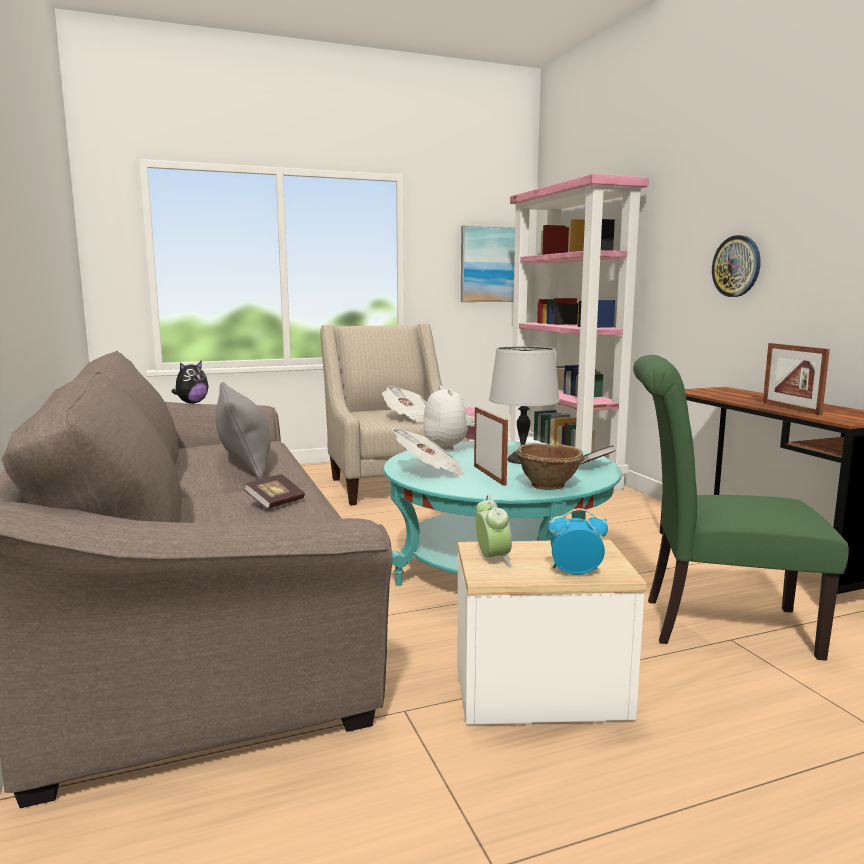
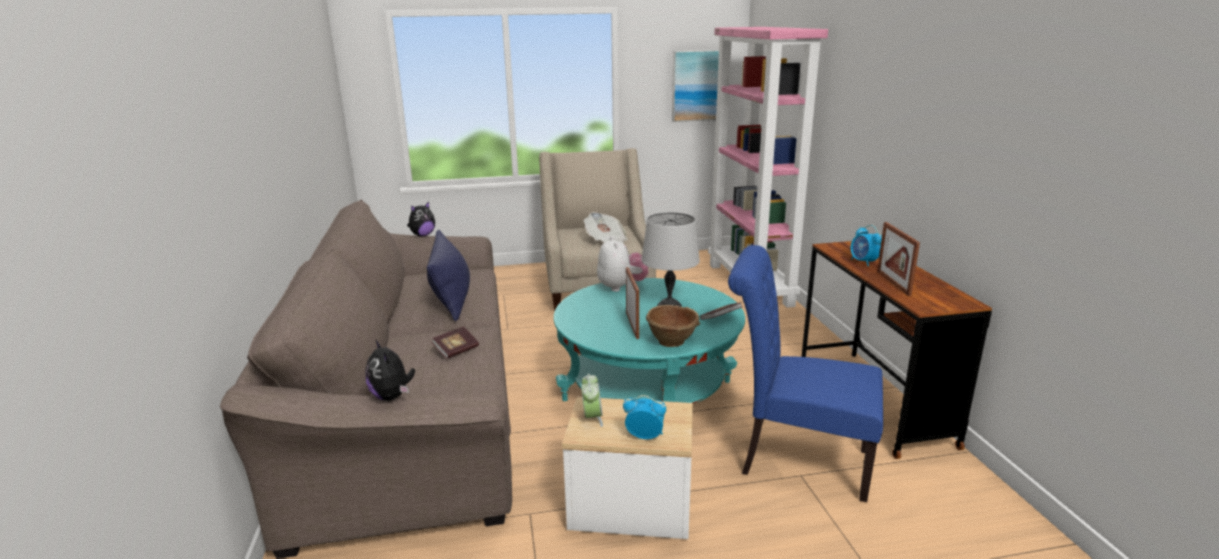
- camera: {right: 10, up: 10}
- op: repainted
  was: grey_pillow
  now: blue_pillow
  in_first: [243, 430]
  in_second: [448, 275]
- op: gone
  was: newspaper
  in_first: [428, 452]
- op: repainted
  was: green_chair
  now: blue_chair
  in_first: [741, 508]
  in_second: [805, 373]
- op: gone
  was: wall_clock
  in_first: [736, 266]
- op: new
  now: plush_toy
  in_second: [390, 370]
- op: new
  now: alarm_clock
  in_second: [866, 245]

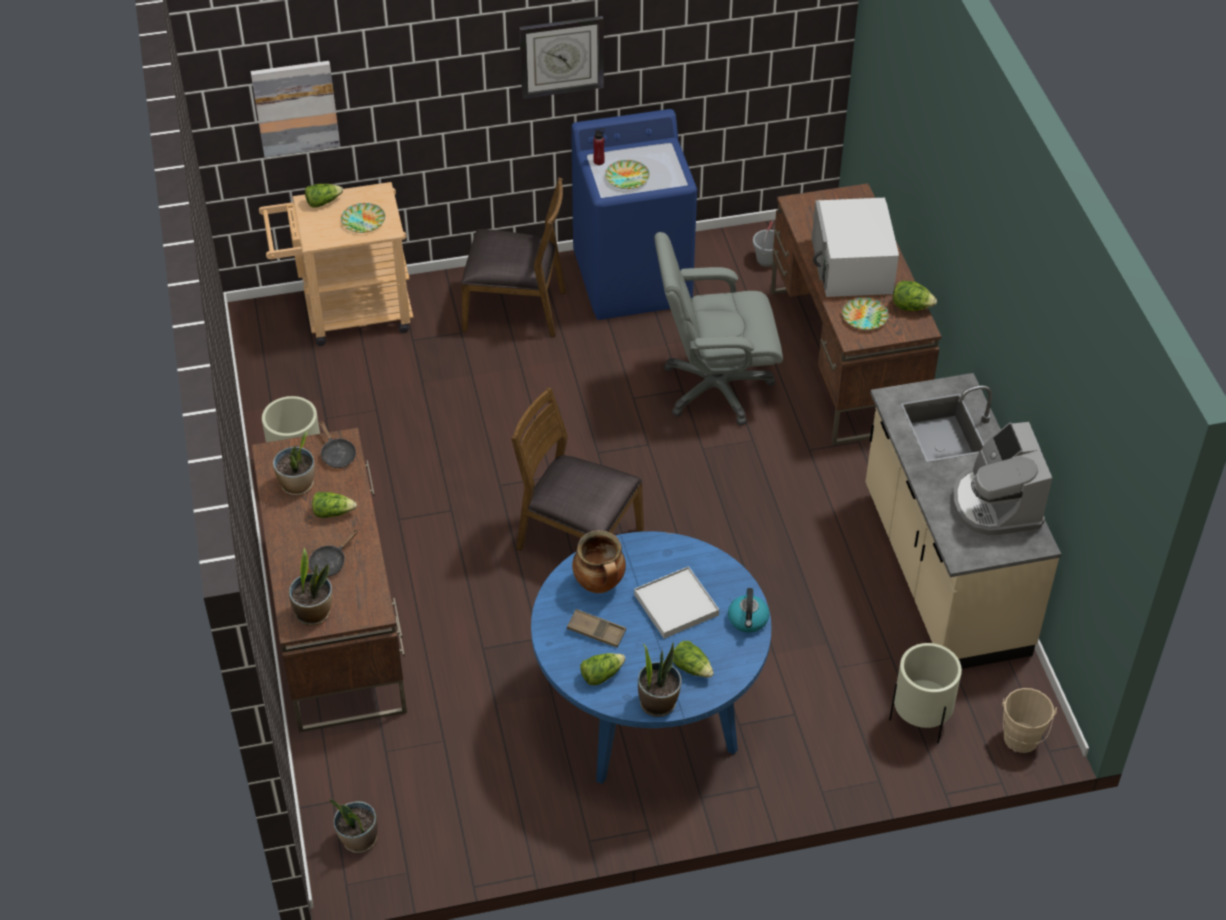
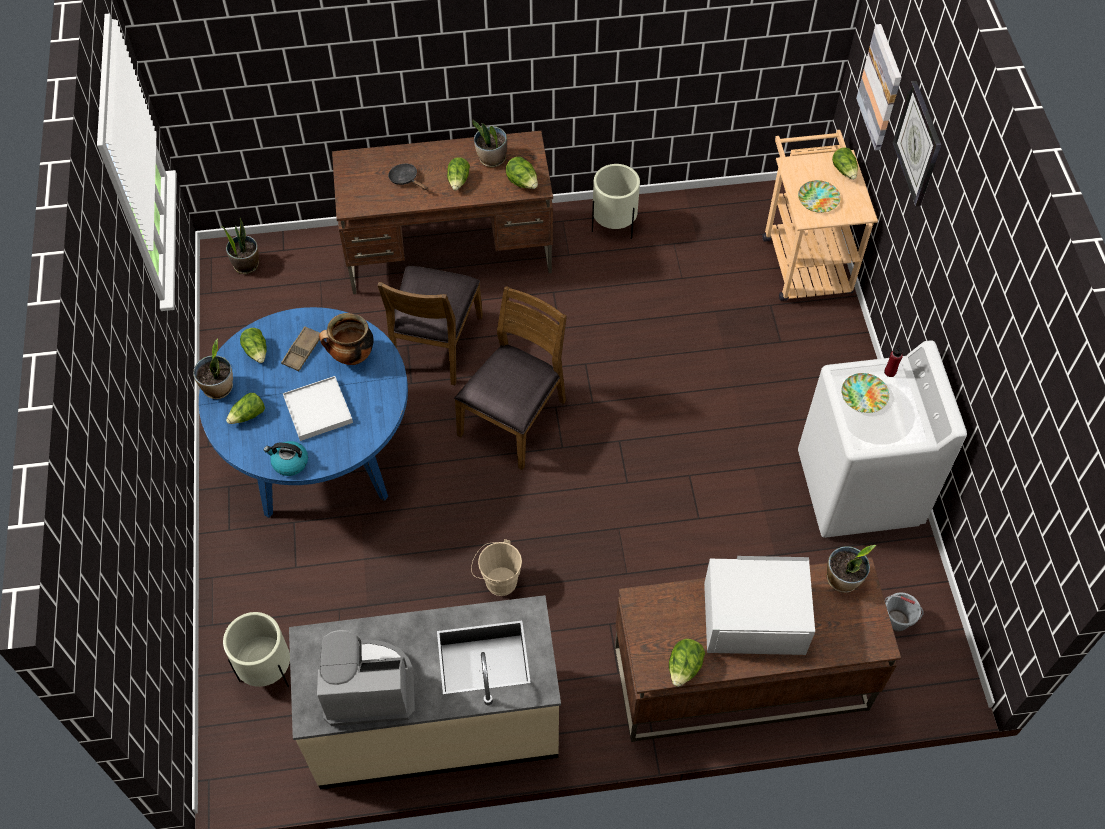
- camera: {right: 95, up: 10}
- op: shifted
  was: potted_plant
  in_first: [310, 587]
  in_second: [851, 569]
- op: swapped
  was: black_frying_pan
  now: lettuce
  in_first: [337, 444]
  in_second: [522, 173]
- op: shifted
  was: brown_chair
  in_first: [513, 257]
  in_second: [430, 325]
- op: shifted
  was: wall_clock
  in_first: [561, 57]
  in_second: [917, 143]
- op: repainted
  was: blue_washing_machine
  now: white_washing_machine
  in_first: [634, 214]
  in_second: [882, 439]
- op: gone
  was: grey_office_chair
  in_first: [718, 329]
- op: gone
  was: plate
  in_first: [865, 313]
- op: shifted
  was: beige_bucket
  in_first: [1029, 720]
  in_second: [496, 567]

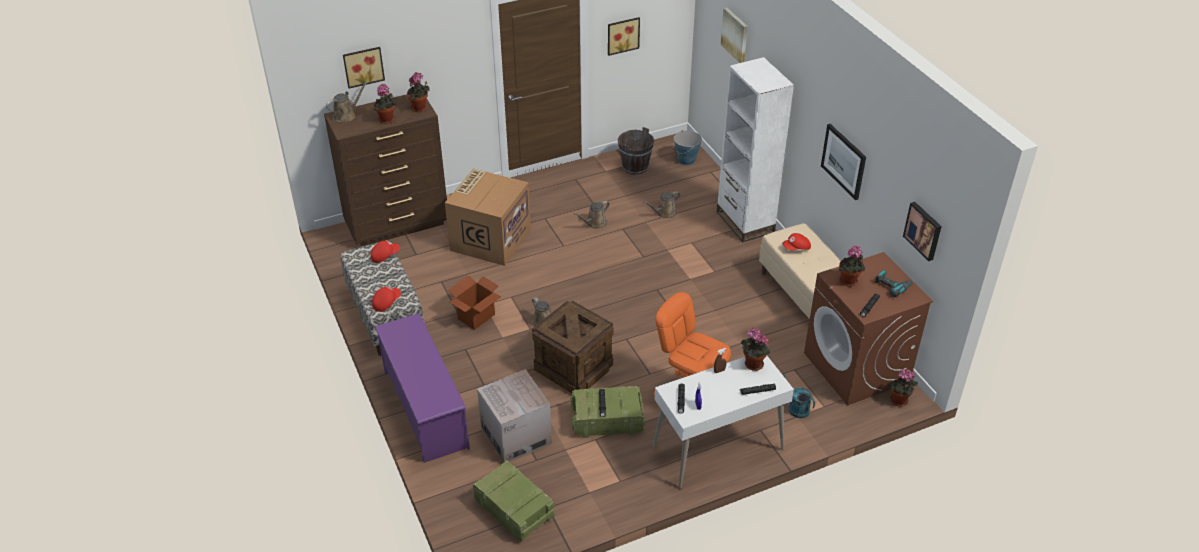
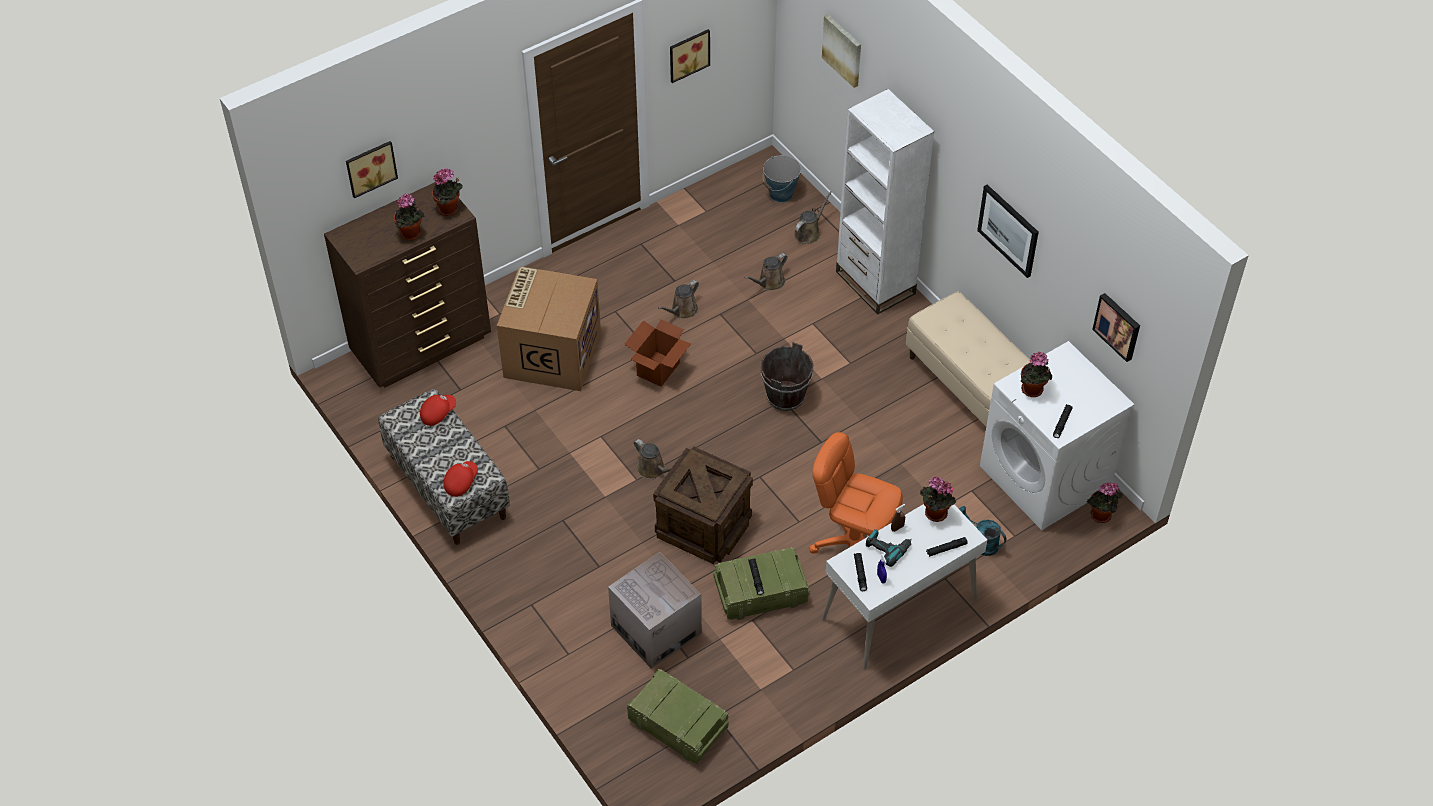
- camera: {right: -10, up: 10}
- op: shifted
  was: brown_watering_can
  in_first: [347, 102]
  in_second: [813, 217]
- op: gone
  was: purple_shoe_rack
  in_first: [422, 388]
- op: shifted
  was: cardboard_box
  in_first: [474, 302]
  in_second: [657, 353]
- op: shifted
  was: brown_bucket
  in_first: [636, 151]
  in_second: [787, 376]
- op: gone
  was: red_cap
  in_first: [796, 242]
- op: repainted
  was: brown_washing_machine
  now: white_washing_machine
  in_first: [868, 328]
  in_second: [1057, 435]
- op: shifted
  was: power_drill
  in_first: [894, 283]
  in_second: [889, 548]

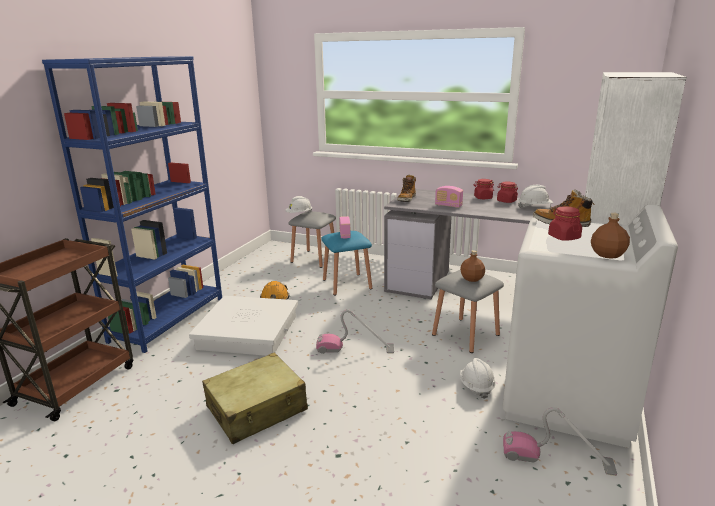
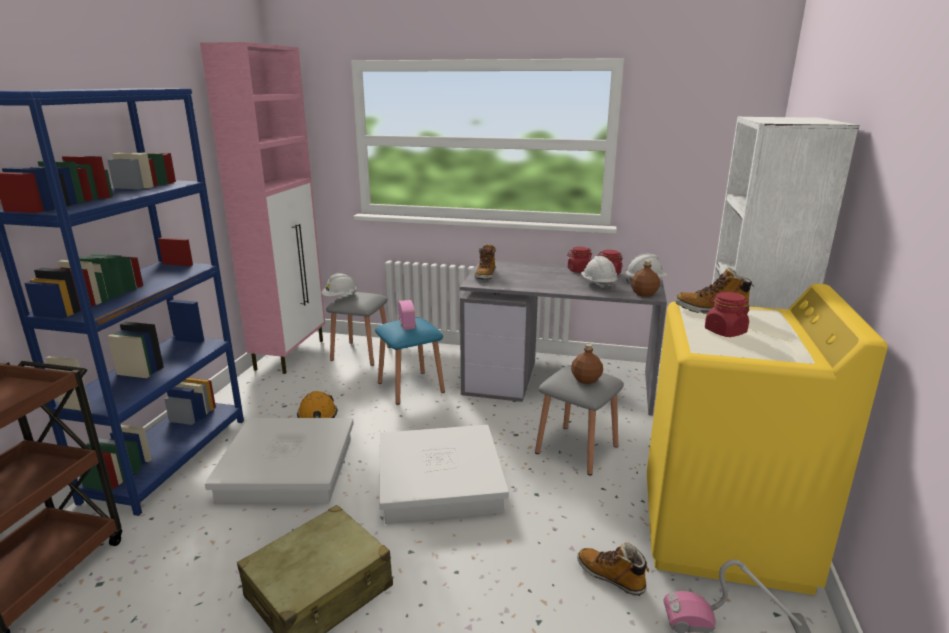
- camera: {right: -10, up: 0}
- op: swapped
  was: vacuum_cleaner
  now: white_storage_box
  in_first: [355, 331]
  in_second: [444, 474]
- op: gone
  was: radio
  in_first: [449, 197]
- op: shifted
  was: white_hard_hat
  in_first: [478, 378]
  in_second: [599, 273]
- op: repainted
  was: white_washing_machine
  now: yellow_washing_machine
  in_first: [590, 326]
  in_second: [767, 439]
- op: shifted
  was: brown_bottle
  in_first: [610, 236]
  in_second: [645, 278]
- op: new
  now: pink_cabinet
  in_second: [262, 208]
- op: new
  now: boot
  in_second: [613, 569]

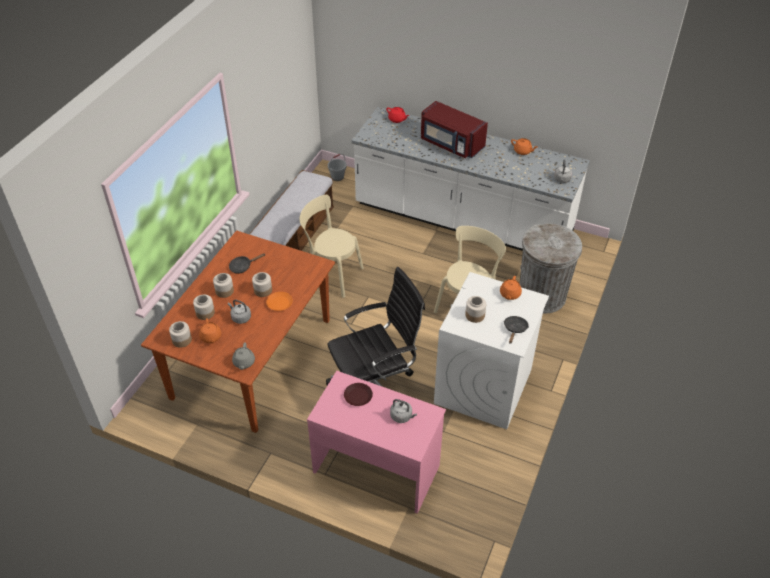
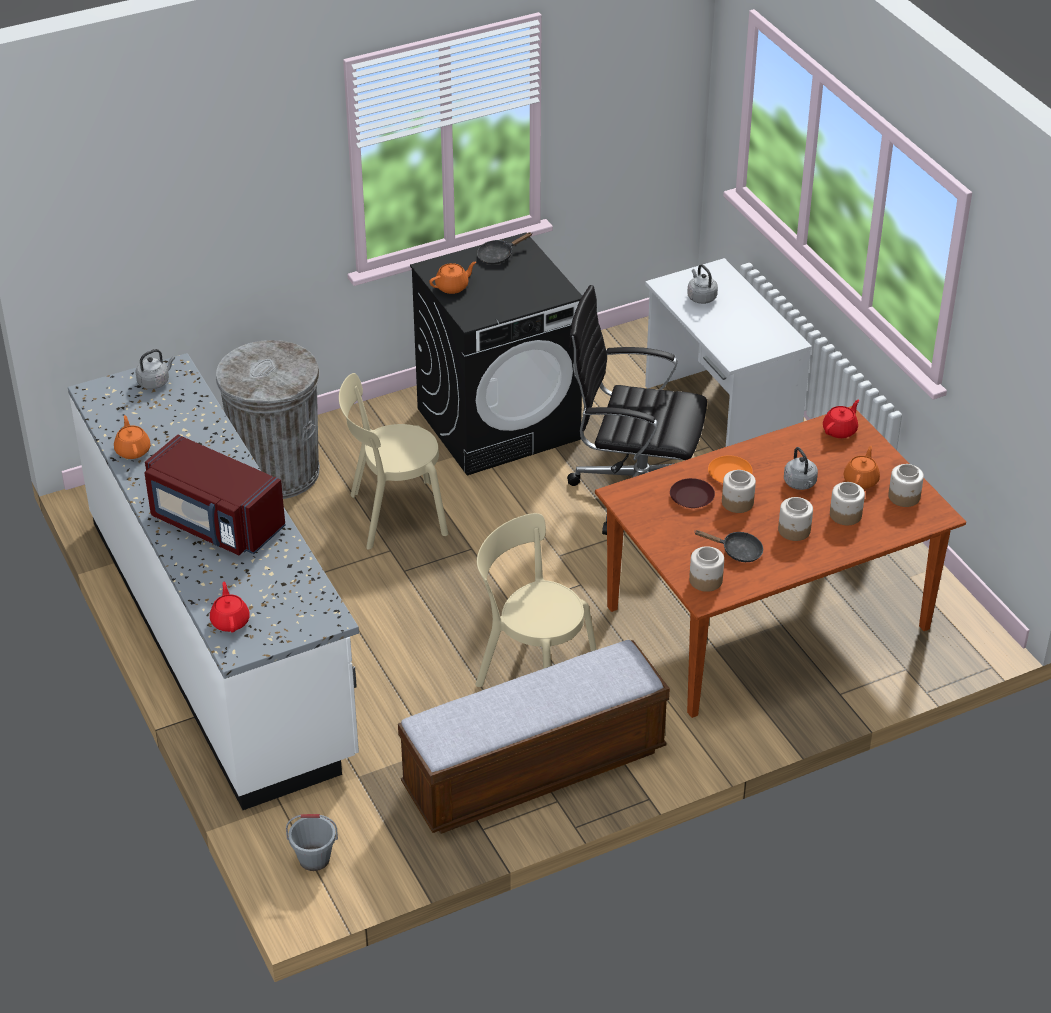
- camera: {right: -140, up: -5}
- op: repainted
  was: grey_teapot
  now: red_teapot
  in_first: [243, 356]
  in_second: [841, 419]
- op: rotated
  was: beige_chair
  in_first: [332, 246]
  in_second: [536, 600]
  clockwise: 150
- op: repainted
  was: pink_desk
  now: white_desk
  in_first: [376, 442]
  in_second: [728, 352]
- op: shifted
  was: brown_plate
  in_first: [358, 394]
  in_second: [692, 493]
- op: rotated
  was: red_microwave
  in_first: [454, 129]
  in_second: [215, 495]
  clockwise: 135
- op: repainted
  was: white_washing_machine
  now: black_washing_machine
  in_first: [491, 350]
  in_second: [496, 354]
- op: shifted
  was: jar
  in_first: [475, 309]
  in_second: [706, 569]

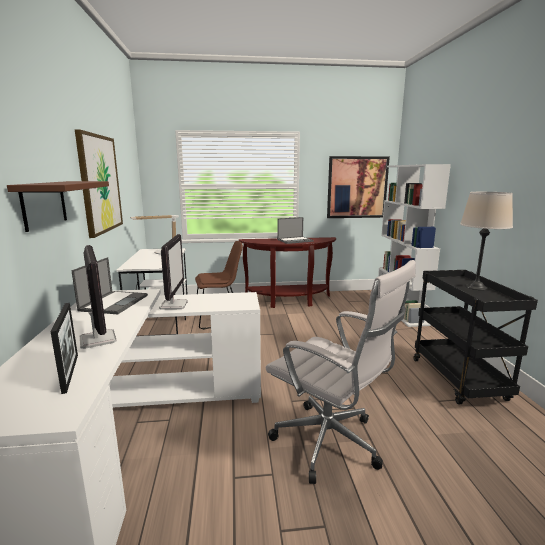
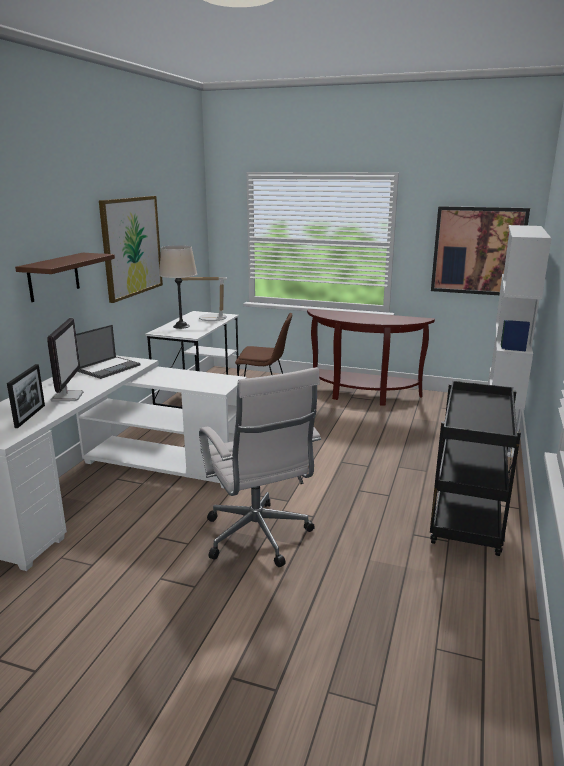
- camera: {right: 25, up: 5}
- op: gone
  was: monitor
  in_first: [173, 272]
- op: gone
  was: laptop
  in_first: [295, 230]
- op: shifted
  was: beige_table_lamp
  in_first: [486, 241]
  in_second: [178, 287]

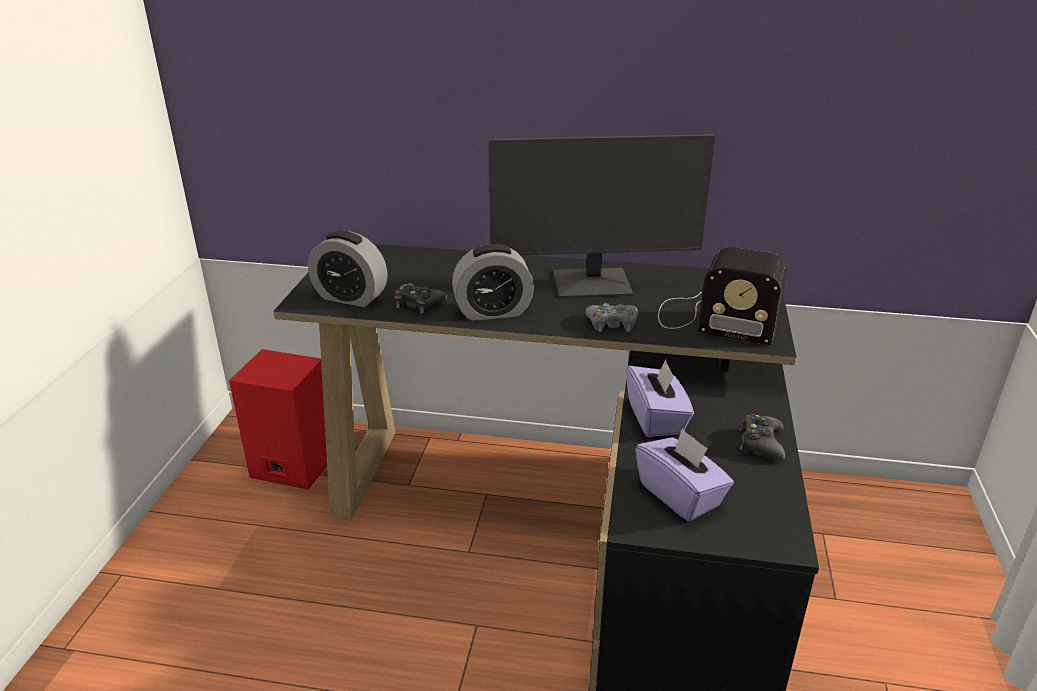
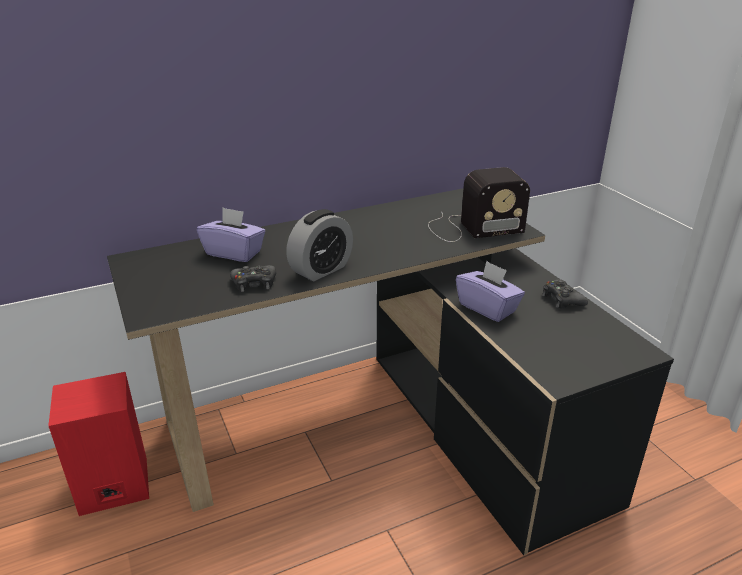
- camera: {right: -35, up: 0}
- op: gone
  was: alarm_clock
  in_first: [348, 269]
- op: gone
  was: monitor
  in_first: [601, 216]
- op: gone
  was: grey_game_controller
  in_first: [612, 317]
- op: shifted
  was: purple_tissue_box
  in_first: [684, 474]
  in_second: [231, 234]

